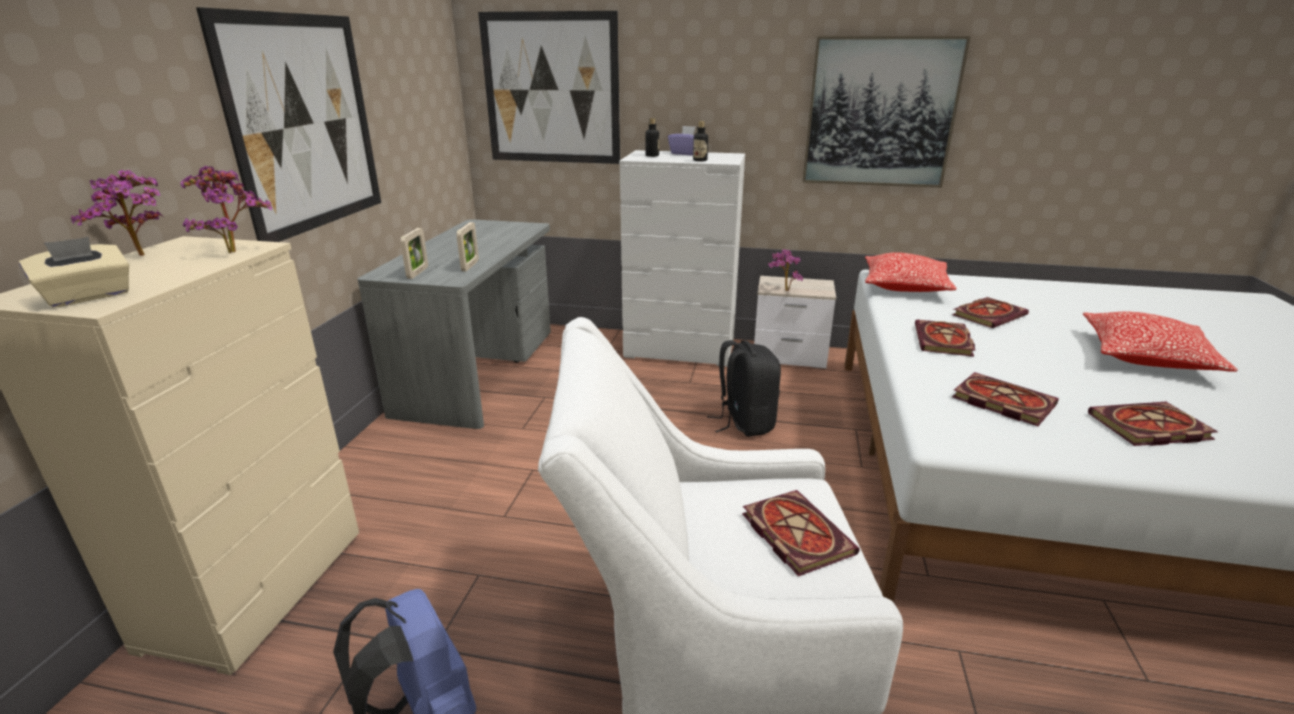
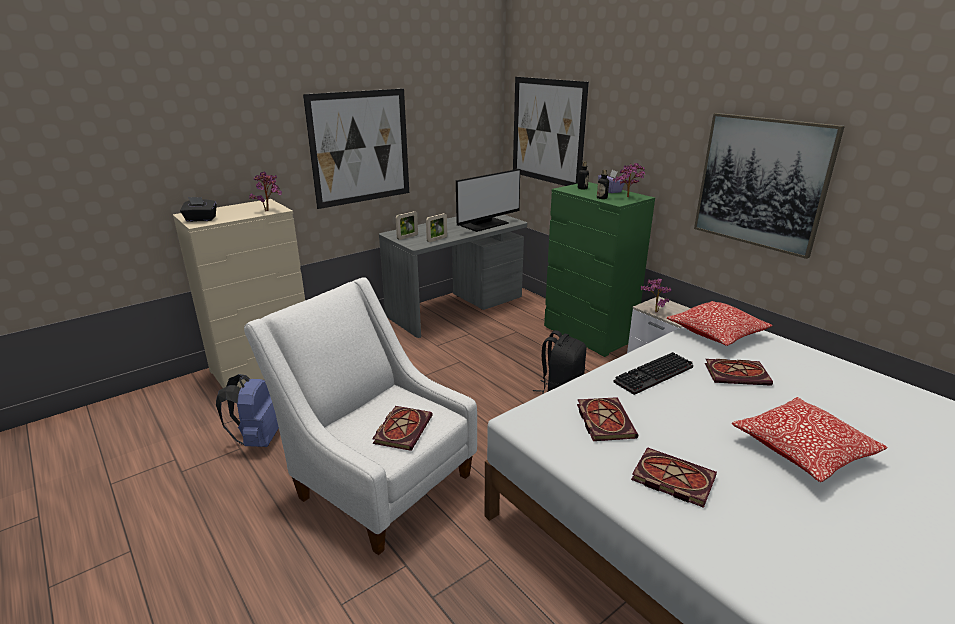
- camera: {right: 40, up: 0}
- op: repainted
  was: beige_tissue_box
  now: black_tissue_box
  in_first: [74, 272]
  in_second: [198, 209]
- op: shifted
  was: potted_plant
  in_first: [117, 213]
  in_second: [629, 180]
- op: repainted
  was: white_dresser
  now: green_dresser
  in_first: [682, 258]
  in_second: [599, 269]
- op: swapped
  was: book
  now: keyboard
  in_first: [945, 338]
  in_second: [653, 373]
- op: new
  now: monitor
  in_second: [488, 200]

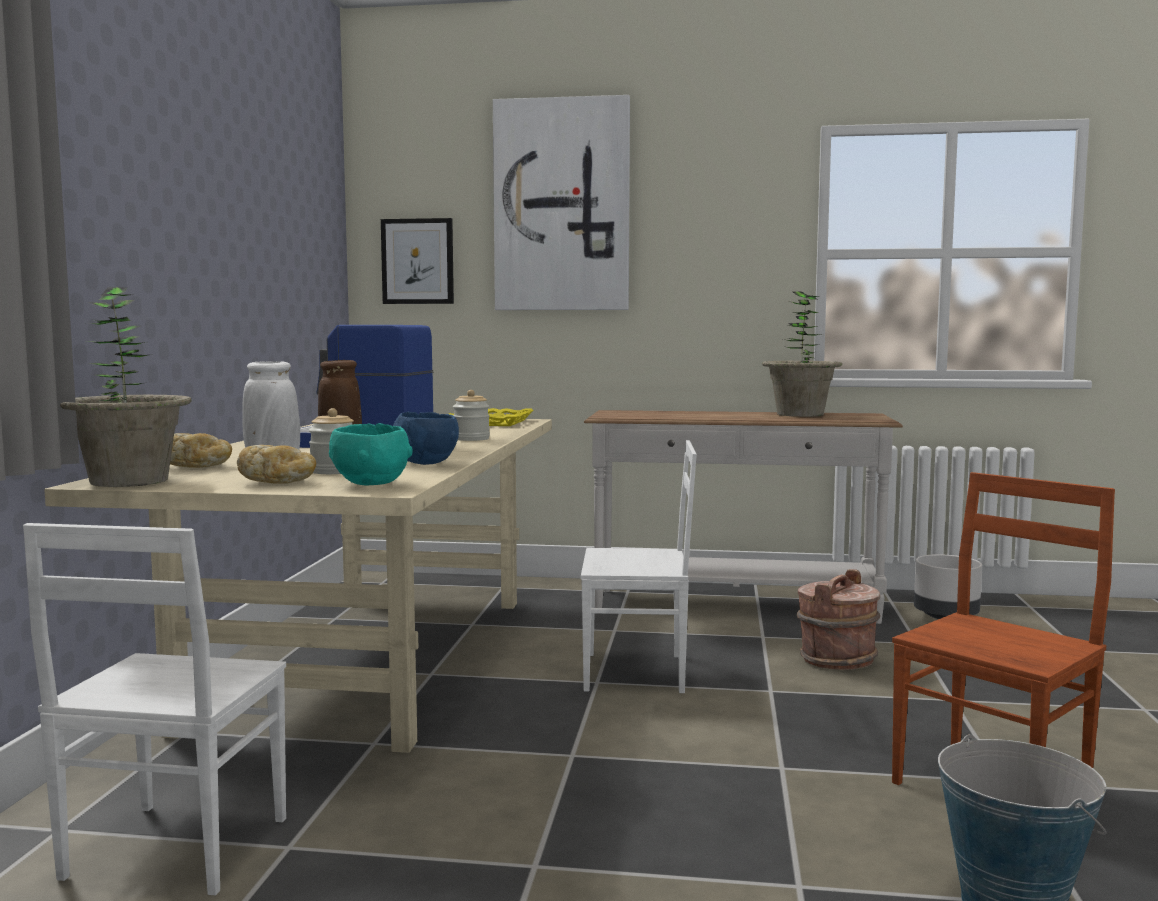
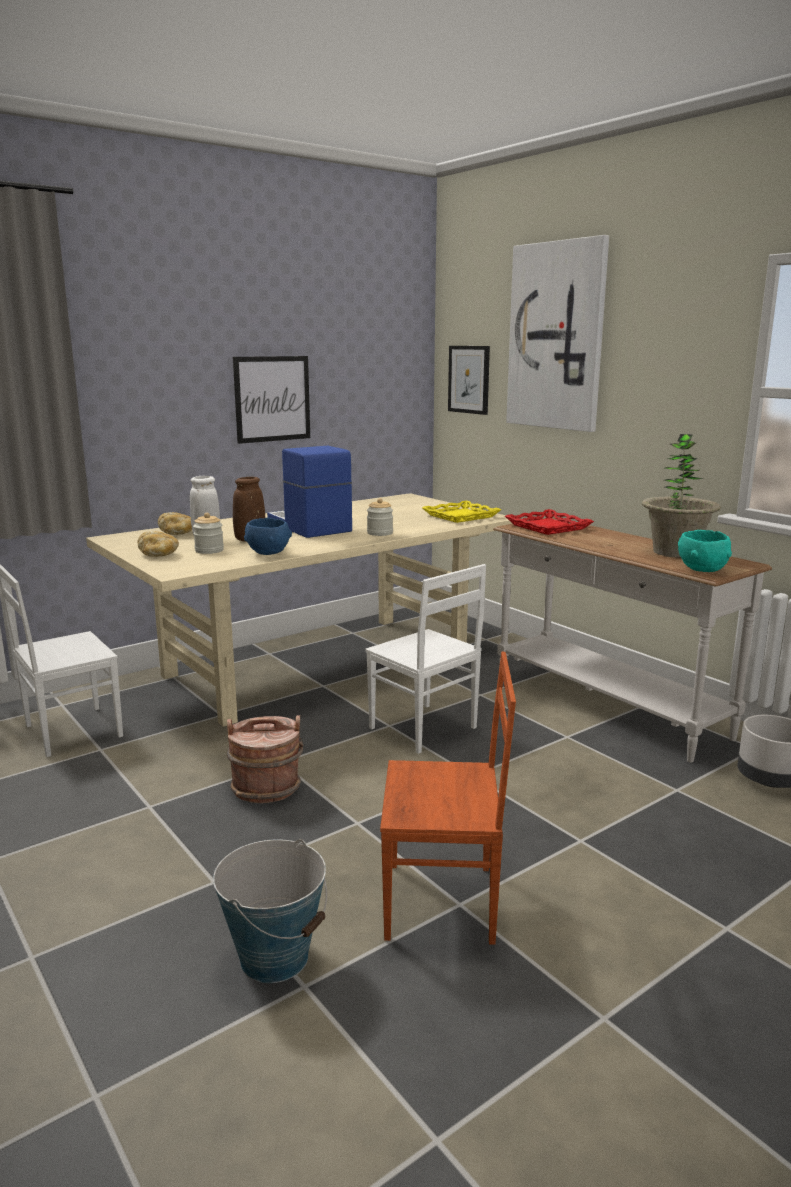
- camera: {right: 45, up: 10}
- op: gone
  was: potted_plant
  in_first: [125, 387]
- op: shifted
  was: turquoise_bowl
  in_first: [371, 454]
  in_second: [705, 551]
- op: shifted
  was: brown_bucket
  in_first: [838, 619]
  in_second: [265, 759]
- op: new
  now: picture
  in_second: [271, 400]
- op: new
  now: red_tray
  in_second: [549, 522]

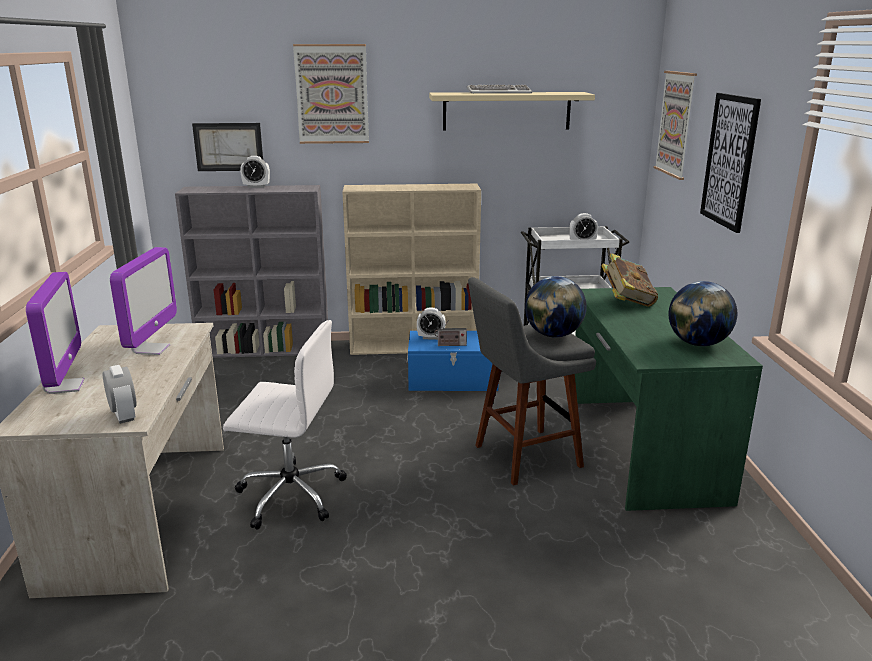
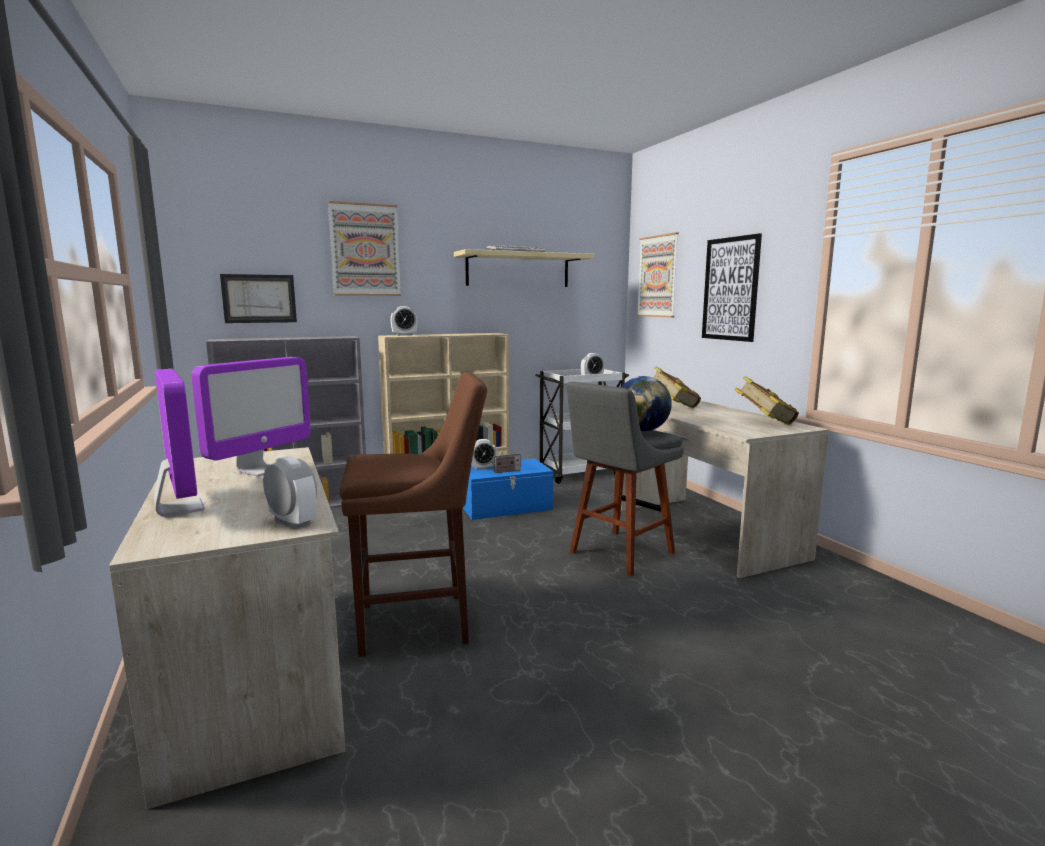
- camera: {right: -20, up: -10}
- op: rotated
  was: monitor
  in_first: [143, 301]
  in_second: [251, 417]
  clockwise: 45
- op: swapped
  was: white_office_chair
  now: brown_stool
  in_first: [285, 425]
  in_second: [413, 514]
- op: shifted
  was: alarm_clock
  in_first: [255, 172]
  in_second: [404, 321]
- op: repainted
  was: green_desk
  now: beige_desk
  in_first: [669, 399]
  in_second: [725, 489]
- op: swapped
  was: globe
  now: book
  in_first: [703, 313]
  in_second: [766, 400]

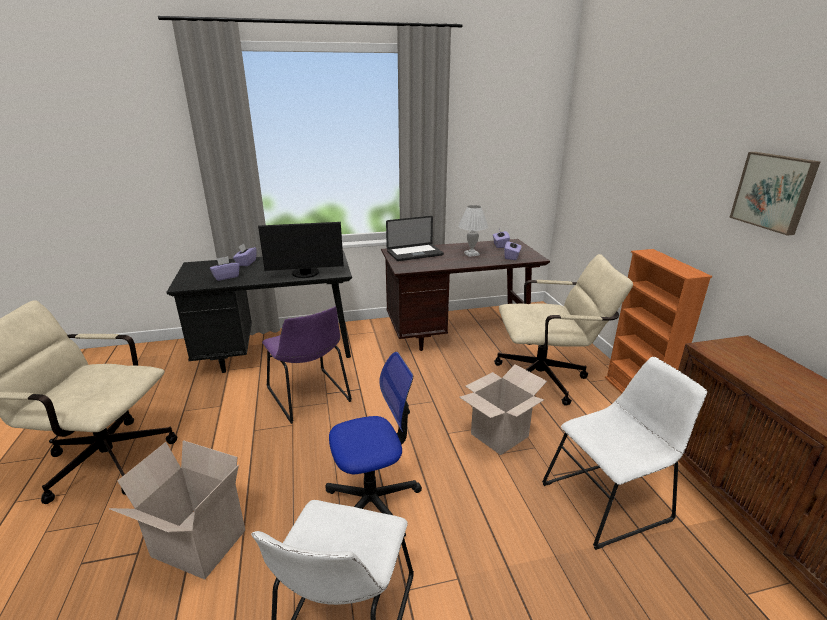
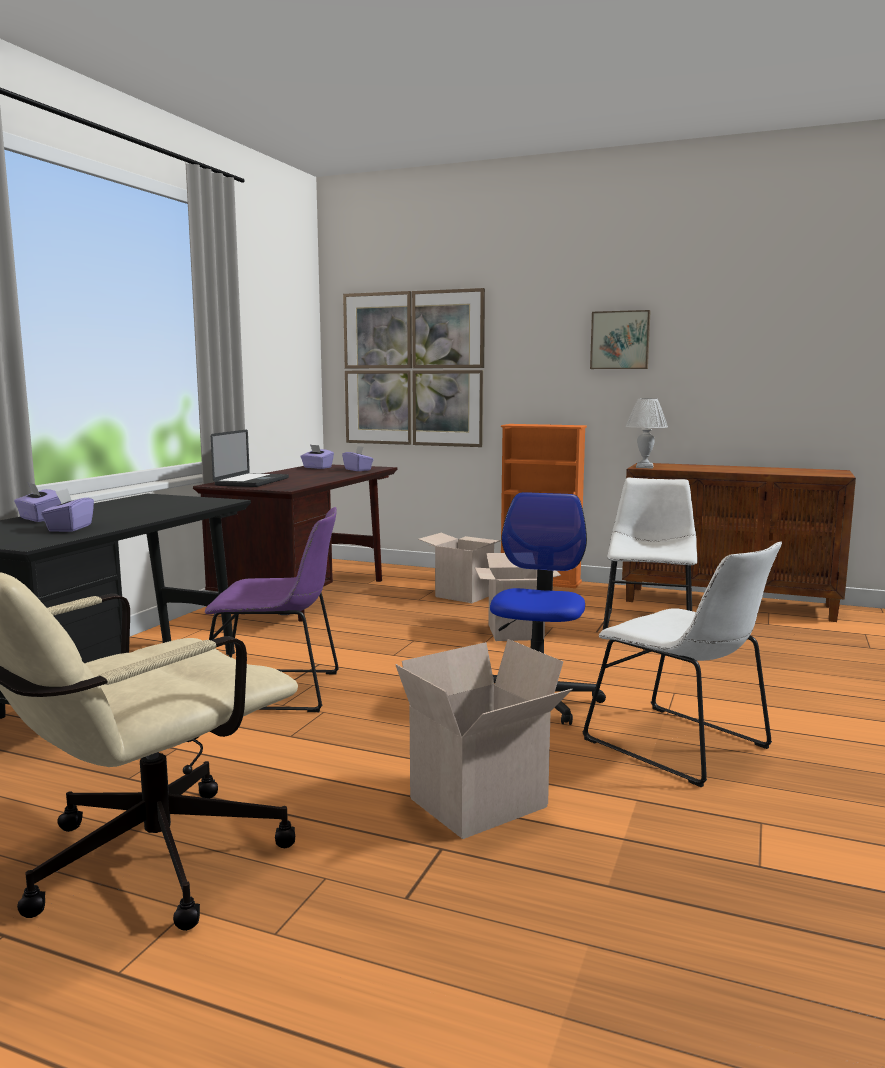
- camera: {right: -55, up: -15}
- op: gone
  was: monitor
  in_first: [301, 250]
- op: shifted
  was: white_table_lamp
  in_first: [473, 231]
  in_second: [646, 433]
- op: swapped
  was: beige_office_chair
  now: cardboard_box
  in_first: [563, 330]
  in_second: [460, 568]
- op: new
  now: picture
  in_second: [414, 367]

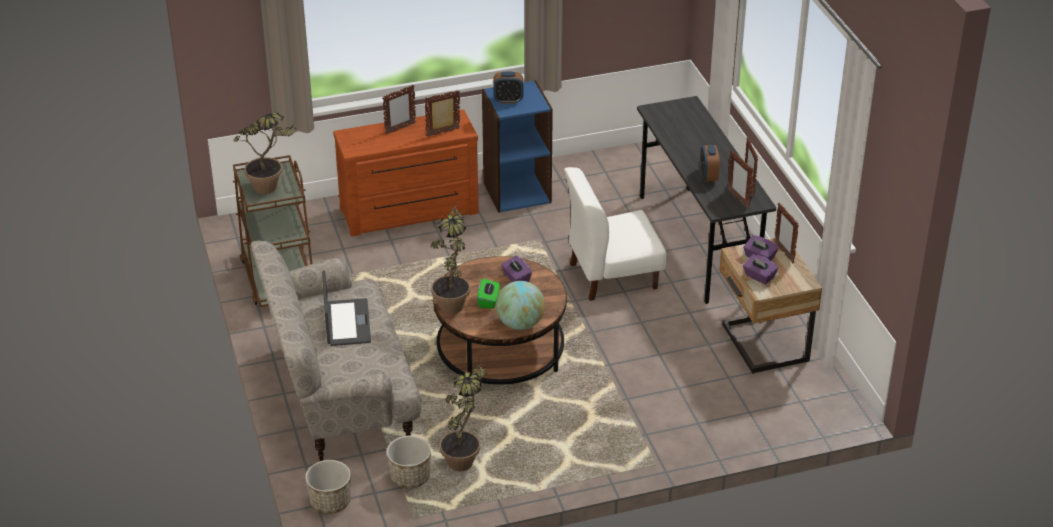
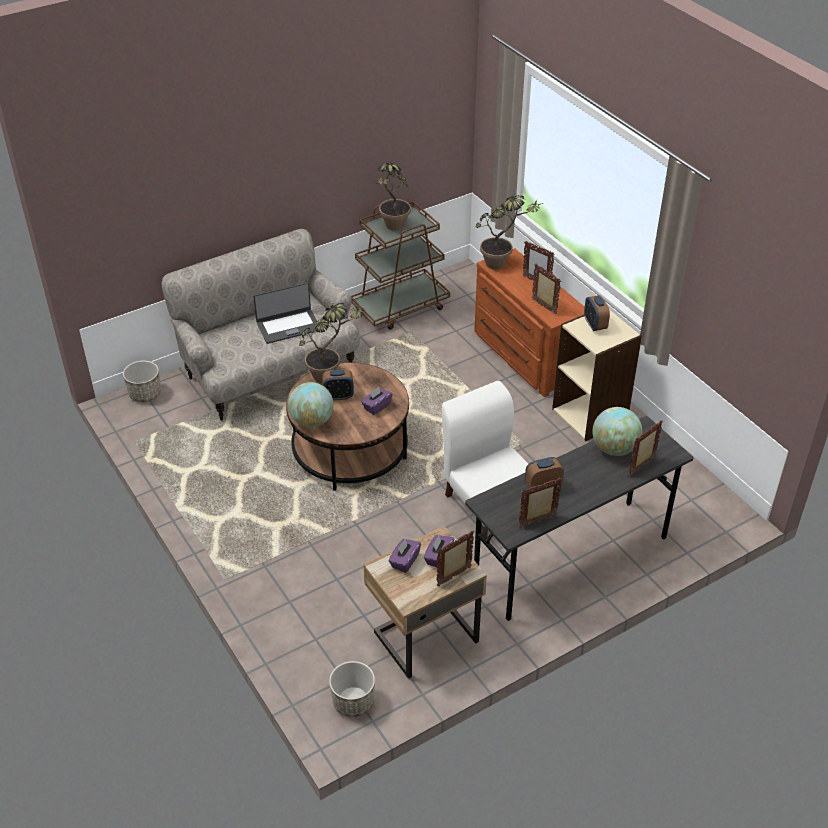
- camera: {right: 75, up: 5}
- op: shifted
  was: planter
  in_first: [409, 462]
  in_second: [352, 689]
- op: shifted
  was: potted_plant
  in_first: [463, 415]
  in_second: [509, 232]
- op: swapped
  was: green_tissue_box
  now: alarm_clock
  in_first: [488, 294]
  in_second: [338, 385]
- op: repainted
  was: blue_bookcase
  now: beige_bookcase
  in_first: [517, 146]
  in_second: [597, 375]
- op: shifted
  was: picture_frame
  in_first: [740, 179]
  in_second: [646, 448]
- op: new
  now: globe
  in_second: [617, 431]

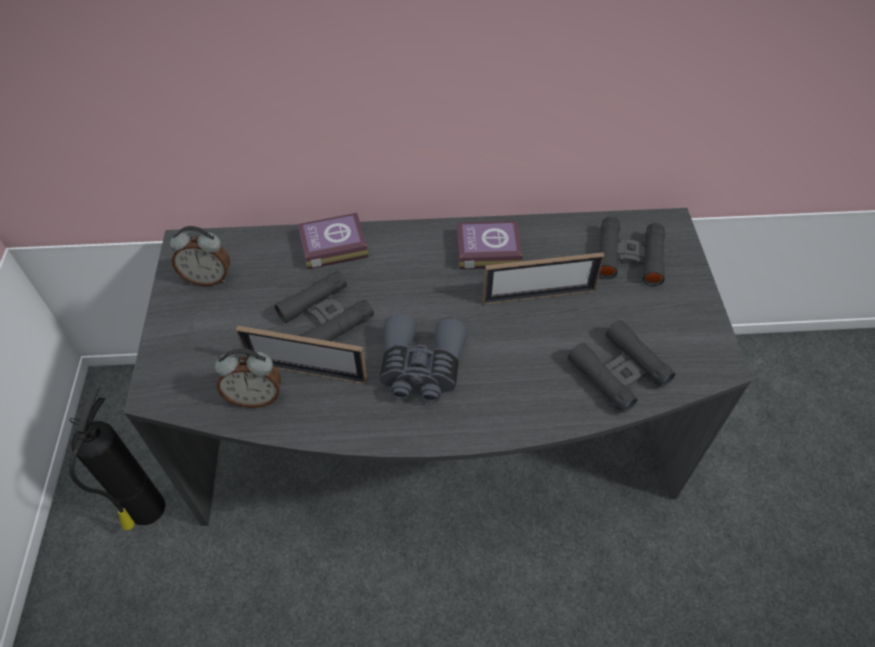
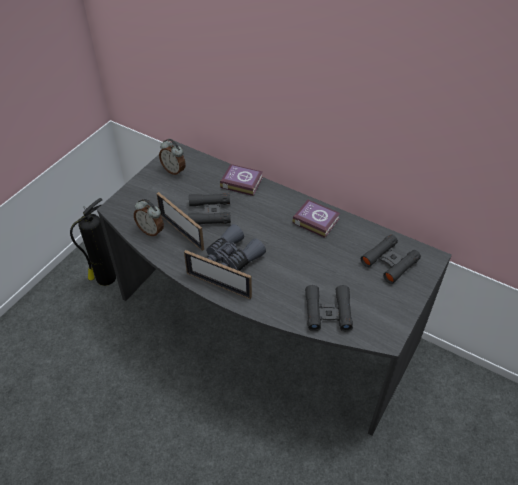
- camera: {right: 35, up: -5}
- op: shifted
  was: picture_frame
  in_first: [543, 278]
  in_second: [218, 274]

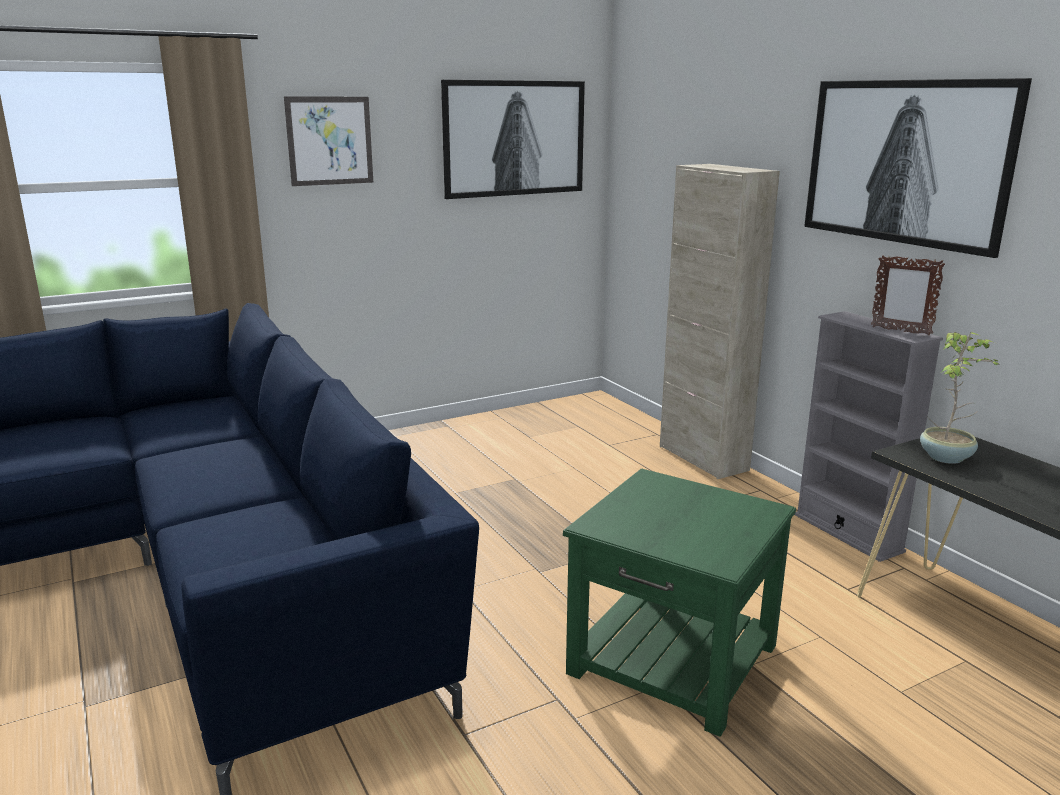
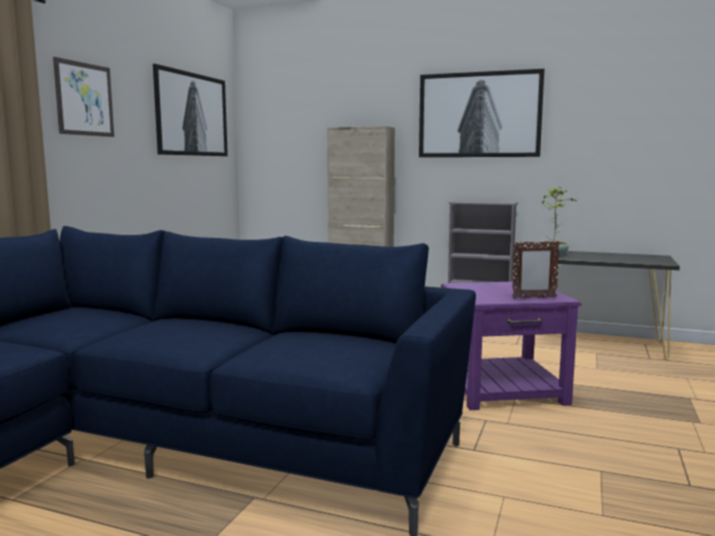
- camera: {right: -40, up: -10}
- op: repainted
  was: green_side_table
  now: purple_side_table
  in_first: [679, 603]
  in_second: [511, 345]
- op: shifted
  was: picture_frame
  in_first: [908, 295]
  in_second: [536, 269]

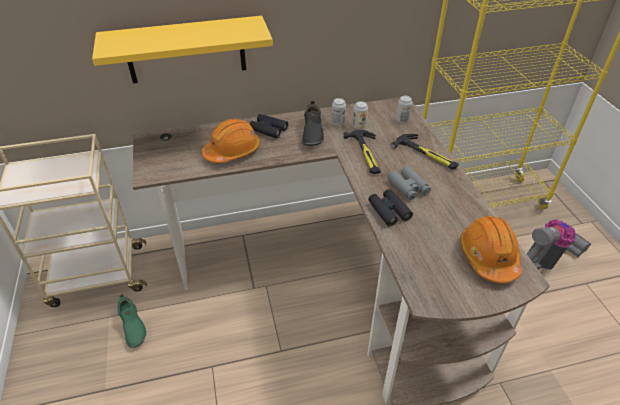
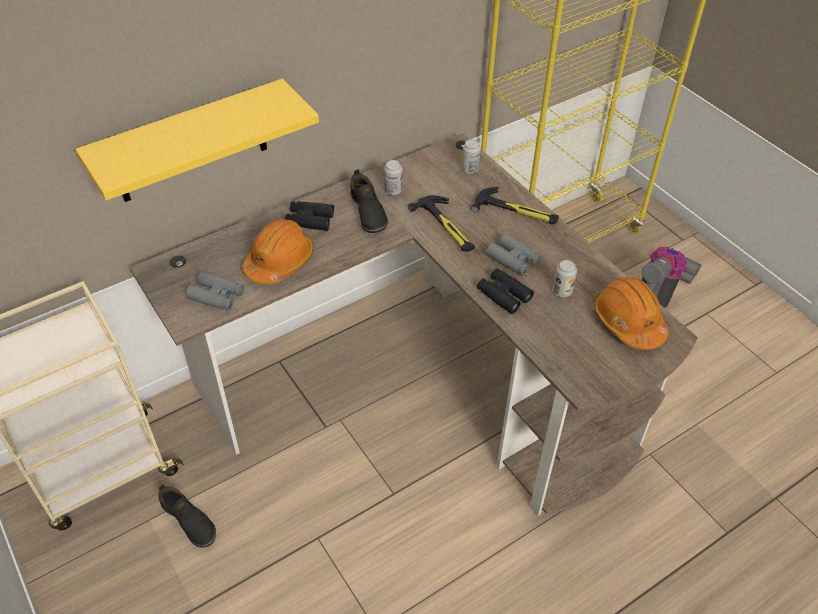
- camera: {right: -20, up: 5}
- op: repainted
  was: green_shoe
  now: black_shoe
  in_first: [131, 321]
  in_second: [187, 516]
- op: shifted
  was: can
  in_first: [360, 115]
  in_second: [565, 278]
- op: new
  now: grey_binoculars
  in_second: [215, 291]

